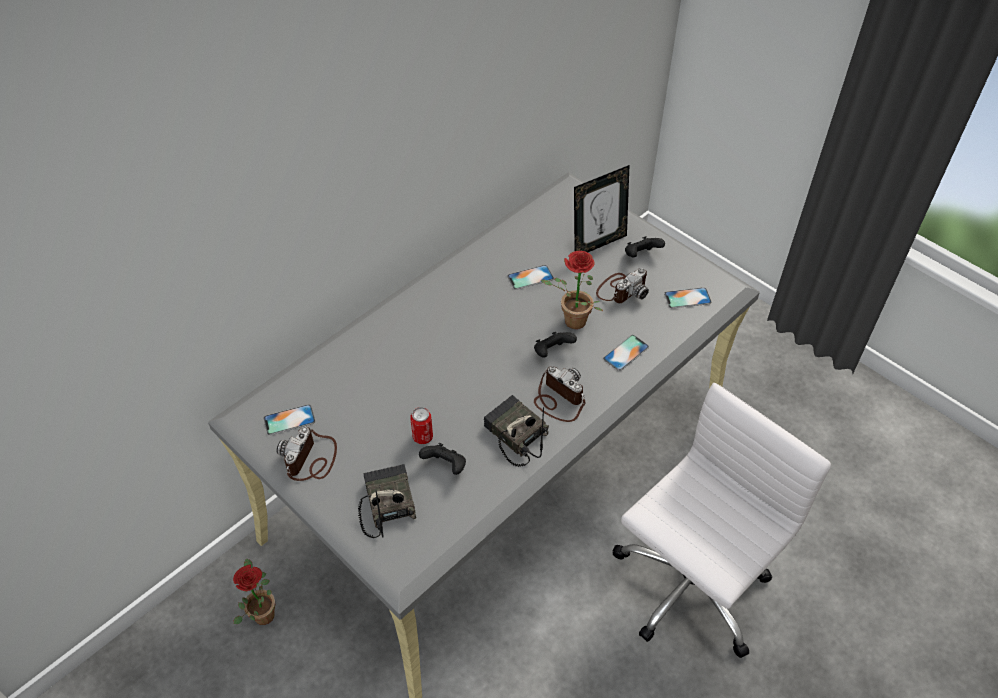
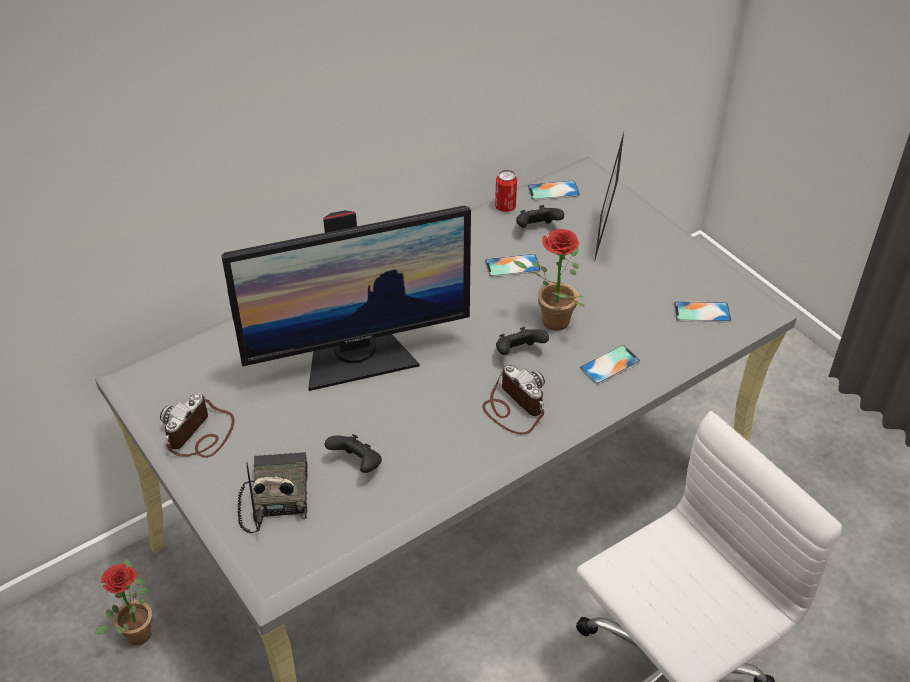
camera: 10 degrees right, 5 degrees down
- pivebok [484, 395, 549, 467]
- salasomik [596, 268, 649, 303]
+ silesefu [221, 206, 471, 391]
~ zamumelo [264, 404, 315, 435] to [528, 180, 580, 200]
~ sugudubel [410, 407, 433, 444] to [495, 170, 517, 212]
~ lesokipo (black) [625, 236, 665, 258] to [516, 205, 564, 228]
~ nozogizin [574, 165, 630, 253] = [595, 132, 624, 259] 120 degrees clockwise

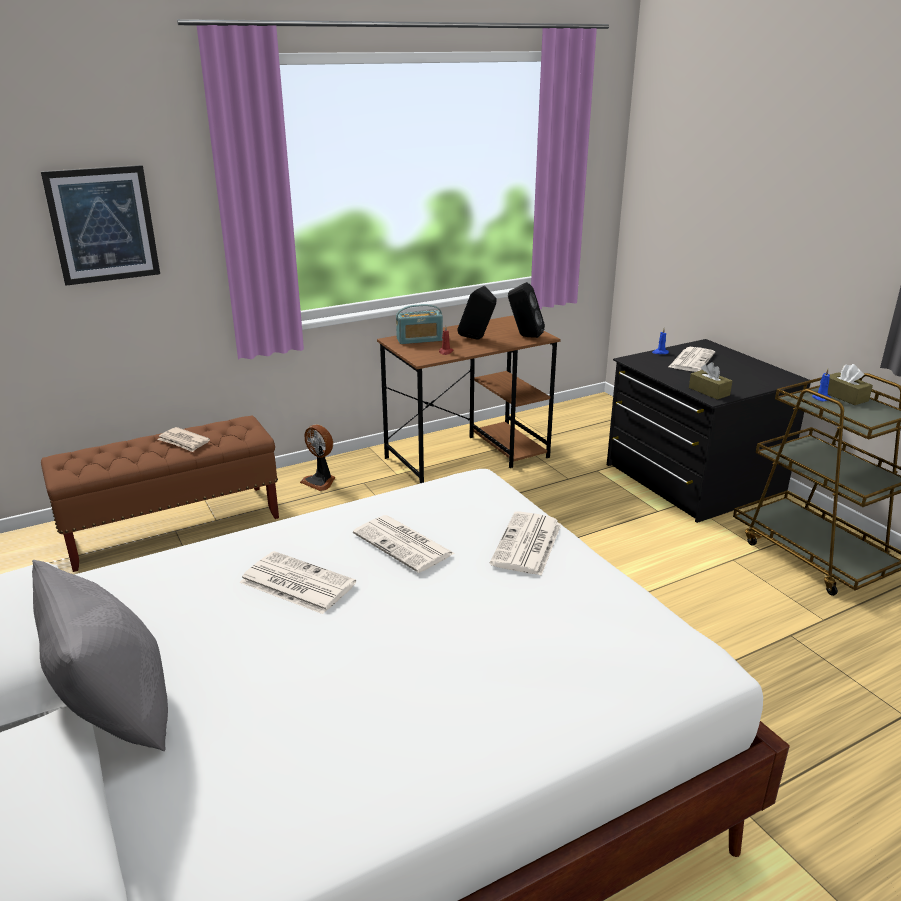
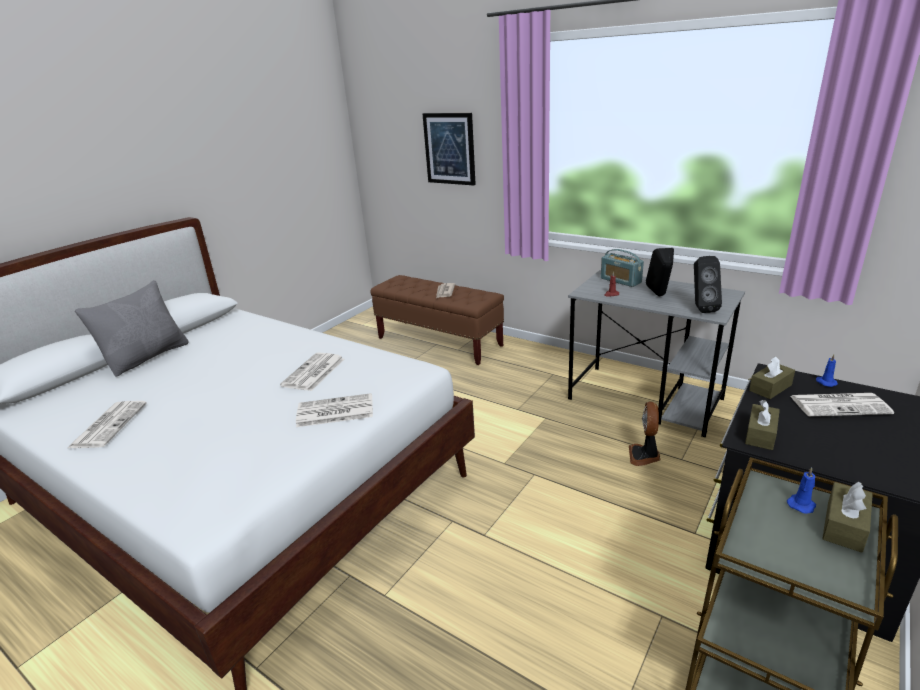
camera: 65 degrees right, 0 degrees up
+ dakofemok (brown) [749, 356, 795, 399]
~ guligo [239, 551, 356, 614] to [68, 401, 146, 448]
~ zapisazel [300, 425, 336, 491] to [629, 401, 660, 466]
~ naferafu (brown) [377, 316, 561, 484] to naferafu (grey) [568, 270, 745, 438]

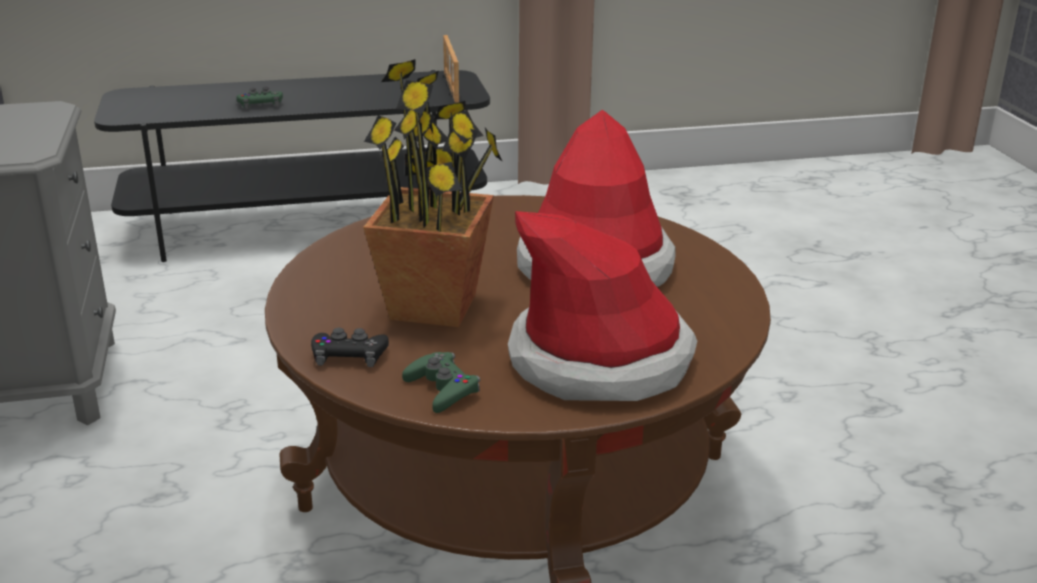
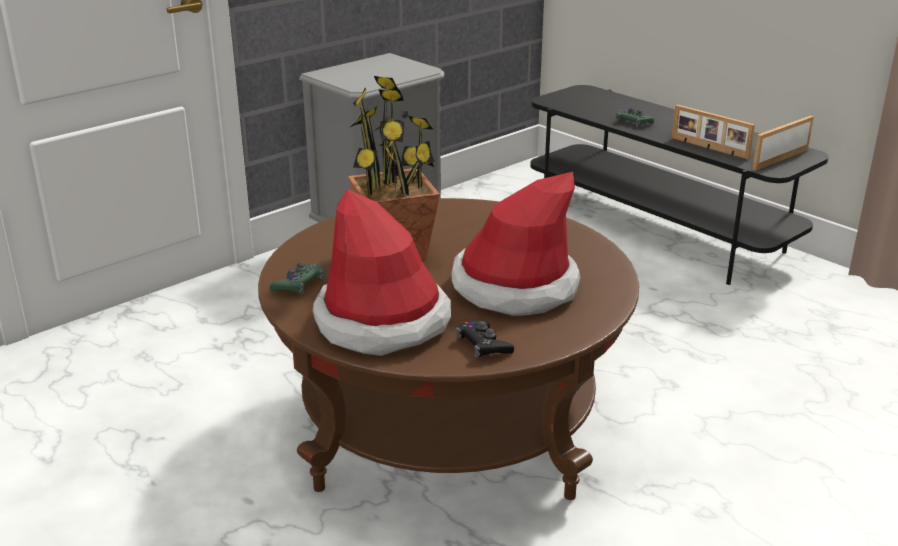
camera: 60 degrees right, 0 degrees up
+ nozogizin [672, 105, 755, 159]
~ lesokipo (black) [311, 328, 389, 367] to [456, 320, 514, 358]

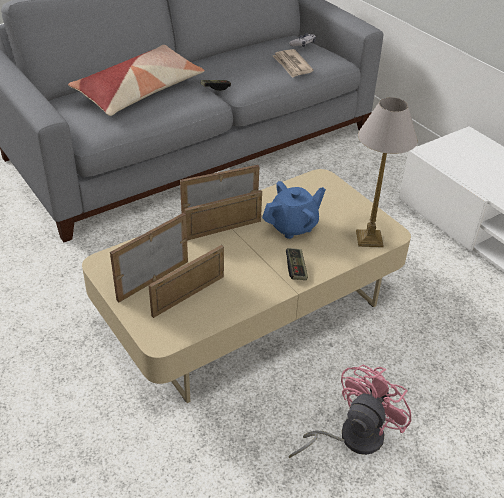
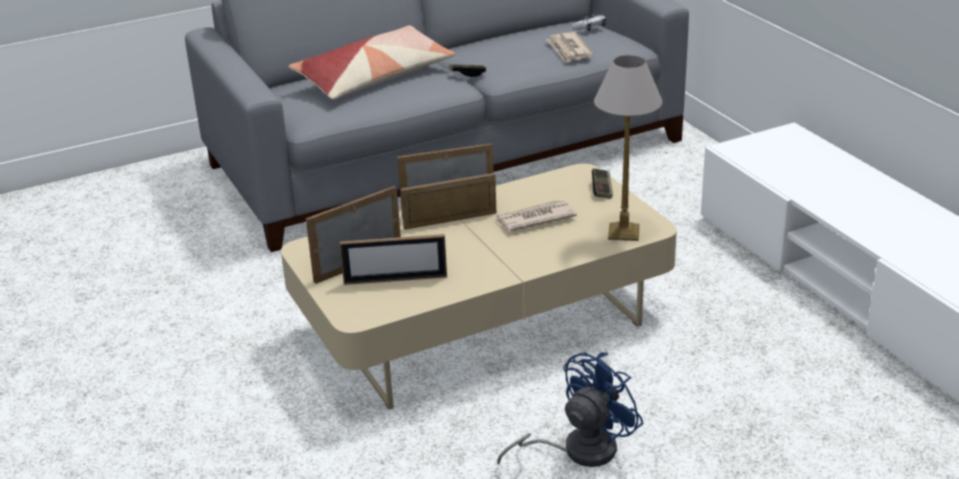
camera: 10 degrees right, 10 degrees down
~ lesokipo [286, 248, 308, 280] to [592, 168, 613, 199]
~ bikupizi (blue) [262, 181, 326, 239] to guligo [495, 200, 577, 231]
~ zapisazel (pink) [289, 365, 412, 458] to zapisazel (blue) [497, 352, 644, 467]
~ nozogizin [148, 245, 224, 318] = [340, 234, 447, 285] 150 degrees counterclockwise

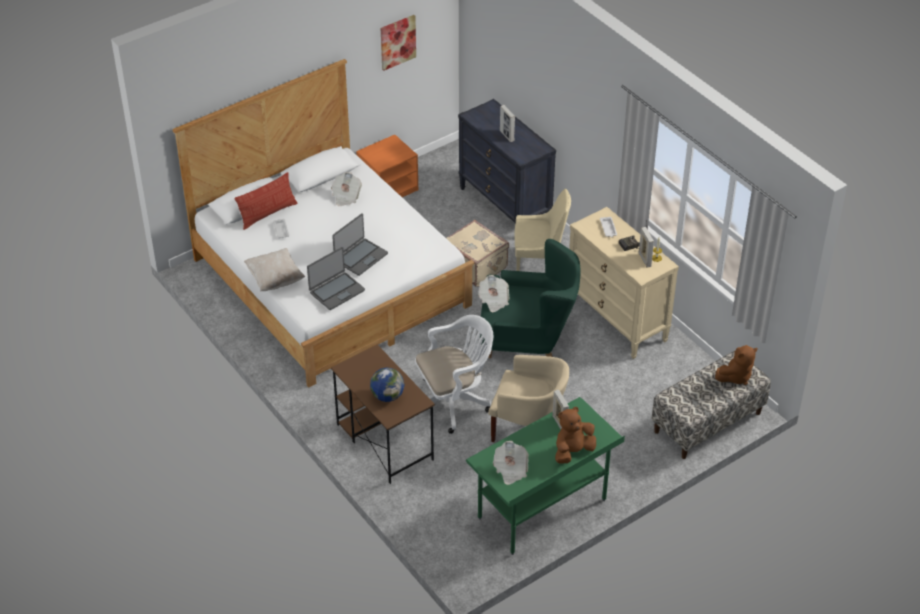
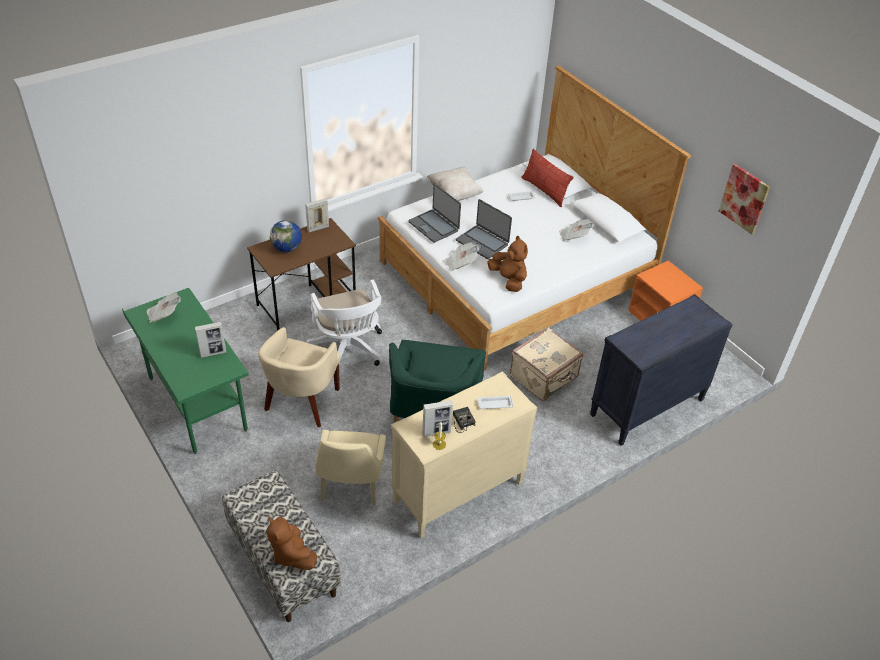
camera: 90 degrees right, 0 degrees up
~ guligo [478, 275, 509, 312] to [444, 243, 479, 271]
~ nozogizin [500, 105, 515, 142] to [305, 198, 329, 233]
~ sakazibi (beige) [515, 188, 571, 271] to [315, 430, 386, 506]
~ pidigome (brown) [555, 407, 596, 464] to [488, 236, 528, 292]

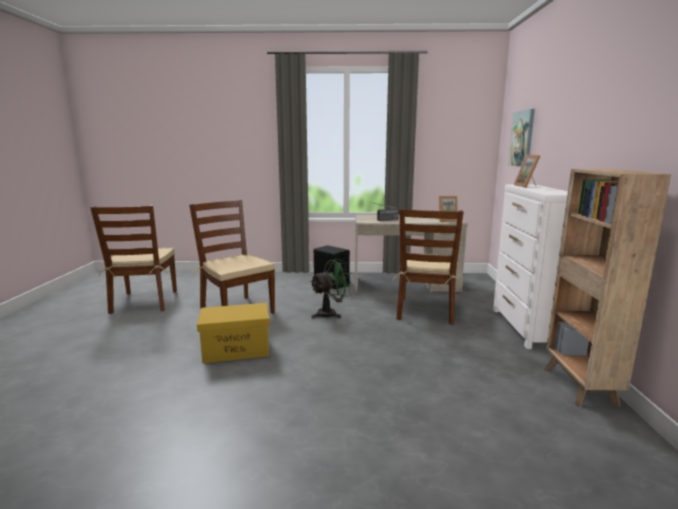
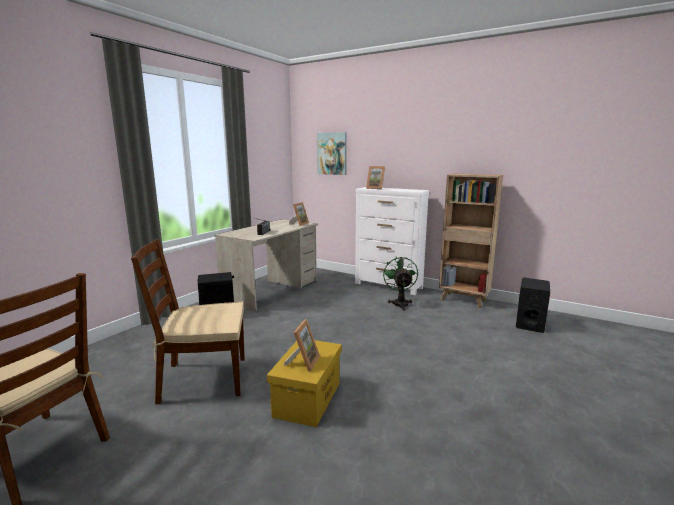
camera: 60 degrees left, 0 degrees up
- sakazibi (brown) [393, 208, 463, 325]
+ nozogizin [284, 319, 320, 372]
+ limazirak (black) [516, 278, 550, 333]
~ zapisazel (green) [310, 259, 353, 319] to [383, 257, 418, 311]

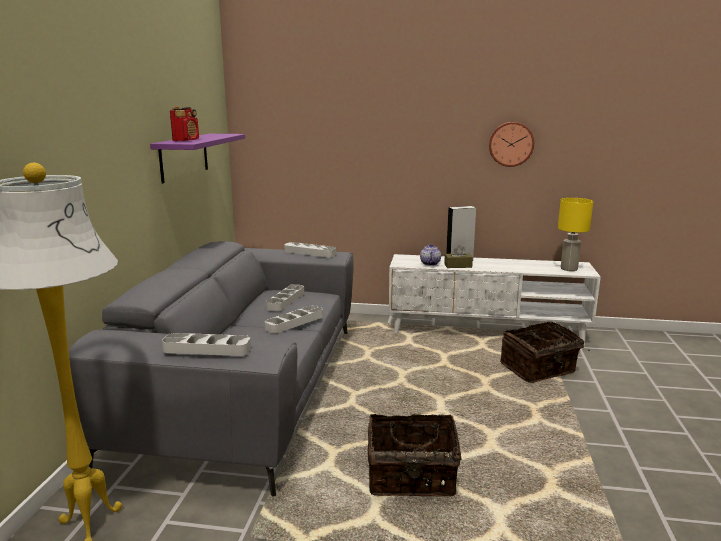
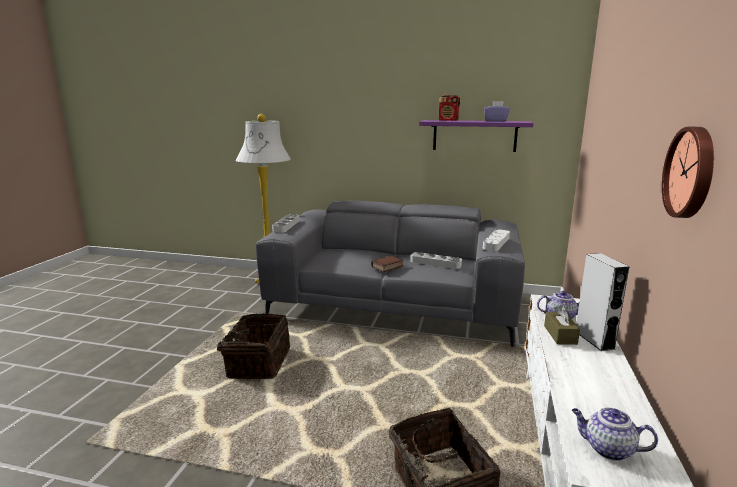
camera: 95 degrees right, 0 degrees up
+ dakofemok (purple) [484, 101, 510, 122]
~ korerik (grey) [265, 305, 323, 334] to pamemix [371, 255, 404, 272]
~ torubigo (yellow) [558, 198, 593, 271] to bikupizi [572, 408, 658, 461]

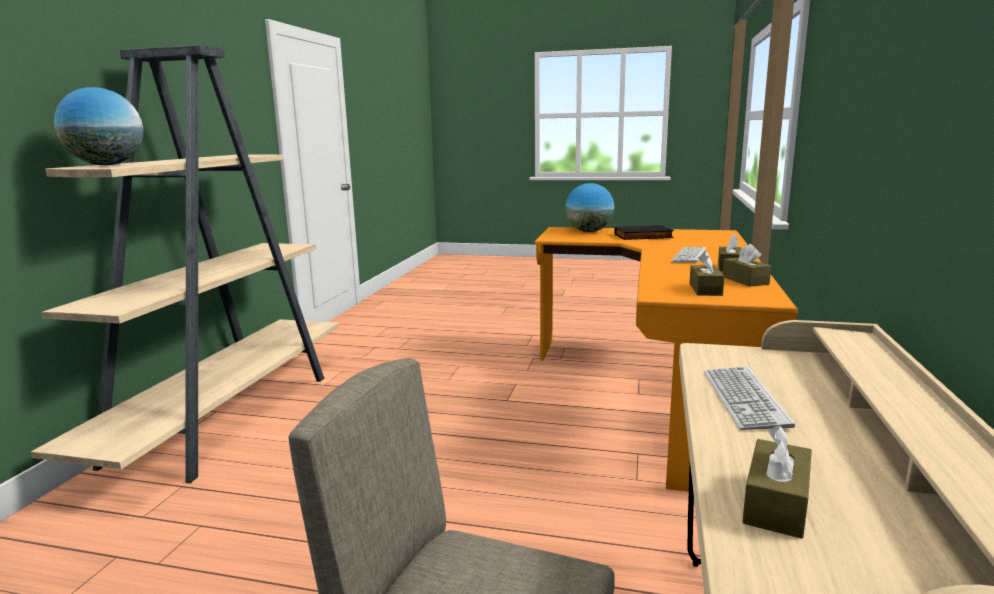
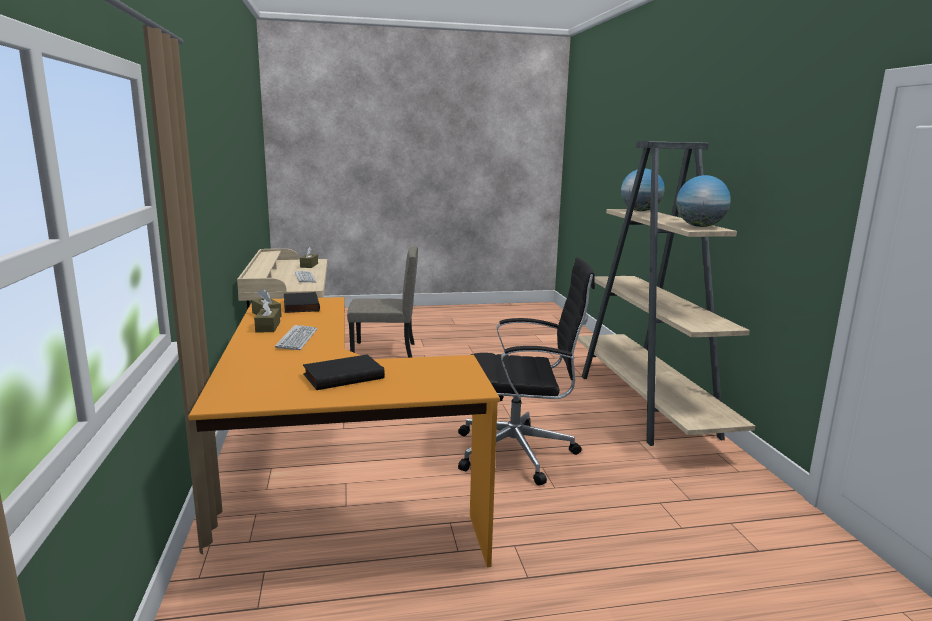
camera: 155 degrees right, 0 degrees up
+ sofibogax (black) [458, 257, 595, 485]
~ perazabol [565, 183, 614, 232] to [676, 175, 731, 227]
~ dakofemok (brown) [689, 251, 724, 296] to pamemix (black) [284, 292, 320, 313]

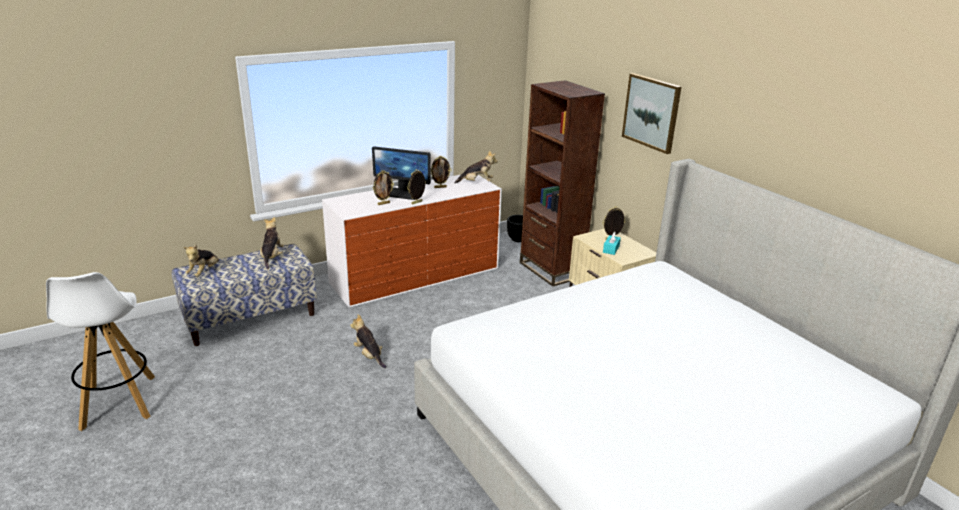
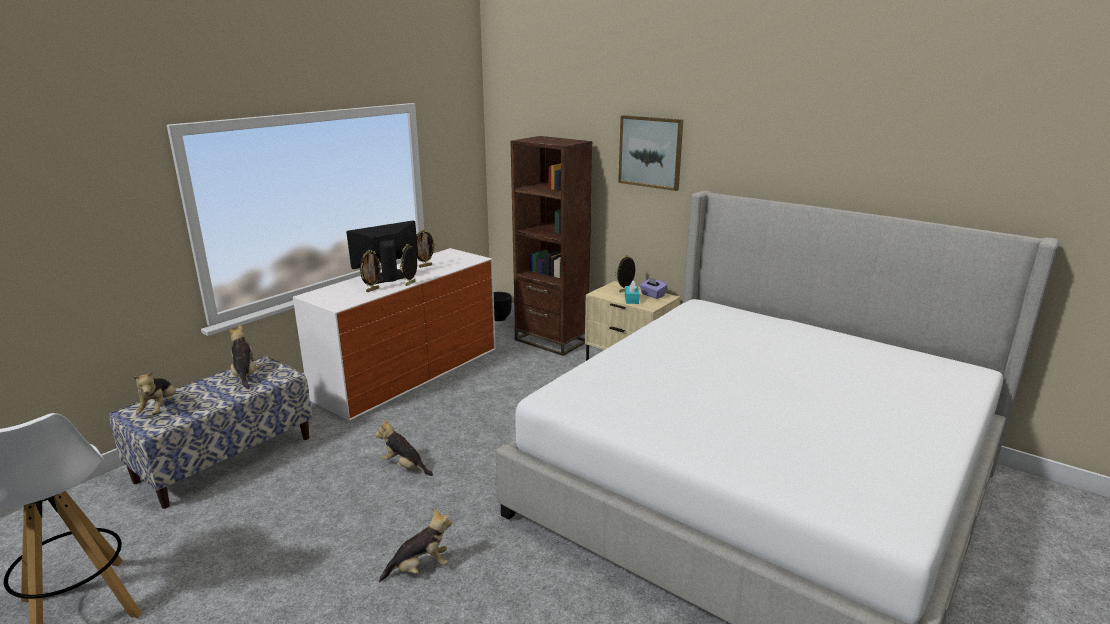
camera: 20 degrees left, 5 degrees down
+ dakofemok (purple) [640, 277, 667, 299]
~ pidigome [455, 150, 498, 183] to [379, 508, 452, 582]
~ silesefu [372, 146, 431, 200] = [346, 220, 418, 284] 150 degrees clockwise

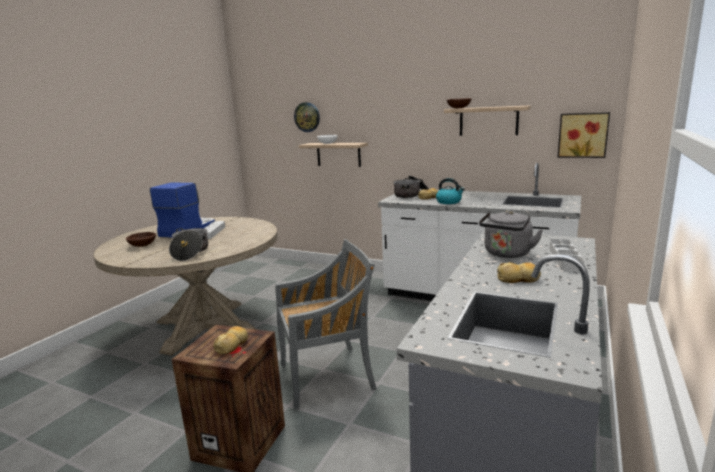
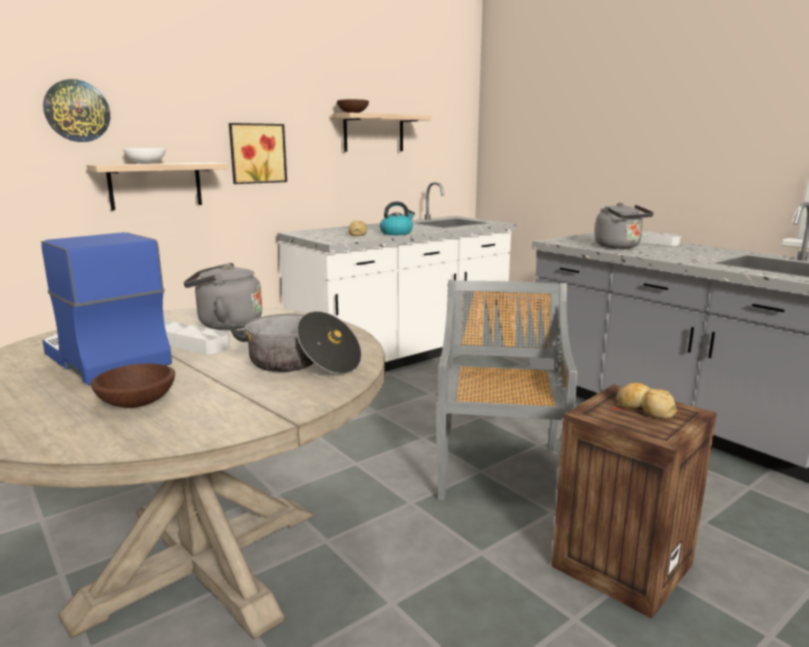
camera: 65 degrees left, 0 degrees up
- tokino [393, 176, 429, 198]
- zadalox [497, 262, 541, 283]
+ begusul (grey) [184, 263, 262, 330]
~ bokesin [557, 112, 610, 158] to [229, 123, 287, 184]

